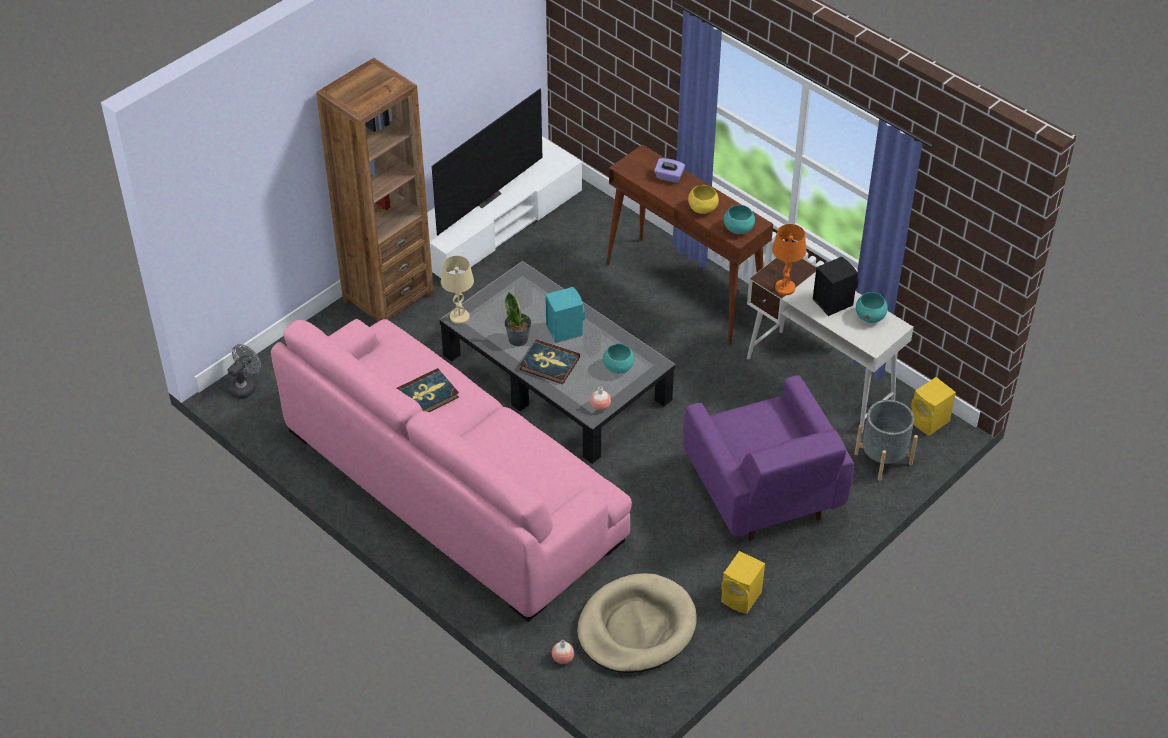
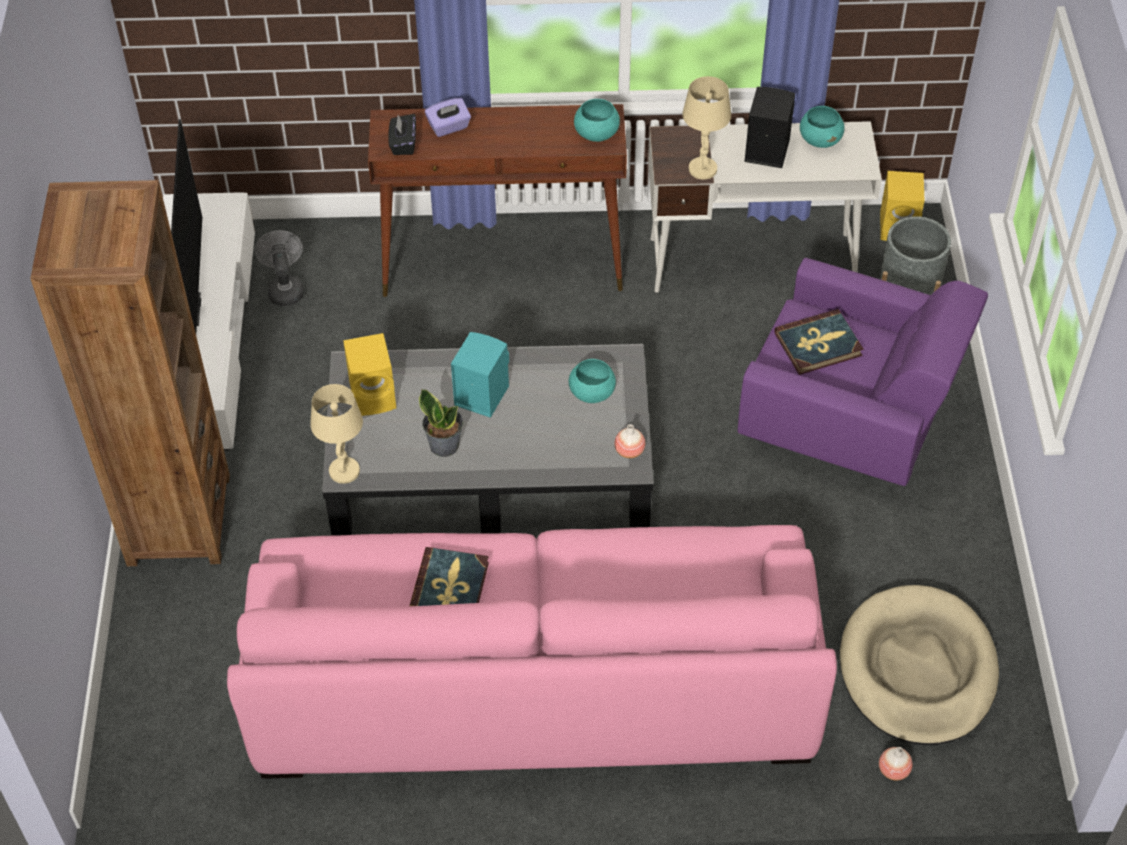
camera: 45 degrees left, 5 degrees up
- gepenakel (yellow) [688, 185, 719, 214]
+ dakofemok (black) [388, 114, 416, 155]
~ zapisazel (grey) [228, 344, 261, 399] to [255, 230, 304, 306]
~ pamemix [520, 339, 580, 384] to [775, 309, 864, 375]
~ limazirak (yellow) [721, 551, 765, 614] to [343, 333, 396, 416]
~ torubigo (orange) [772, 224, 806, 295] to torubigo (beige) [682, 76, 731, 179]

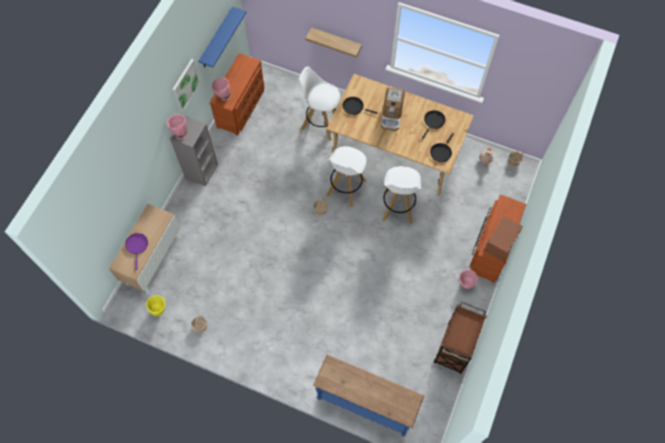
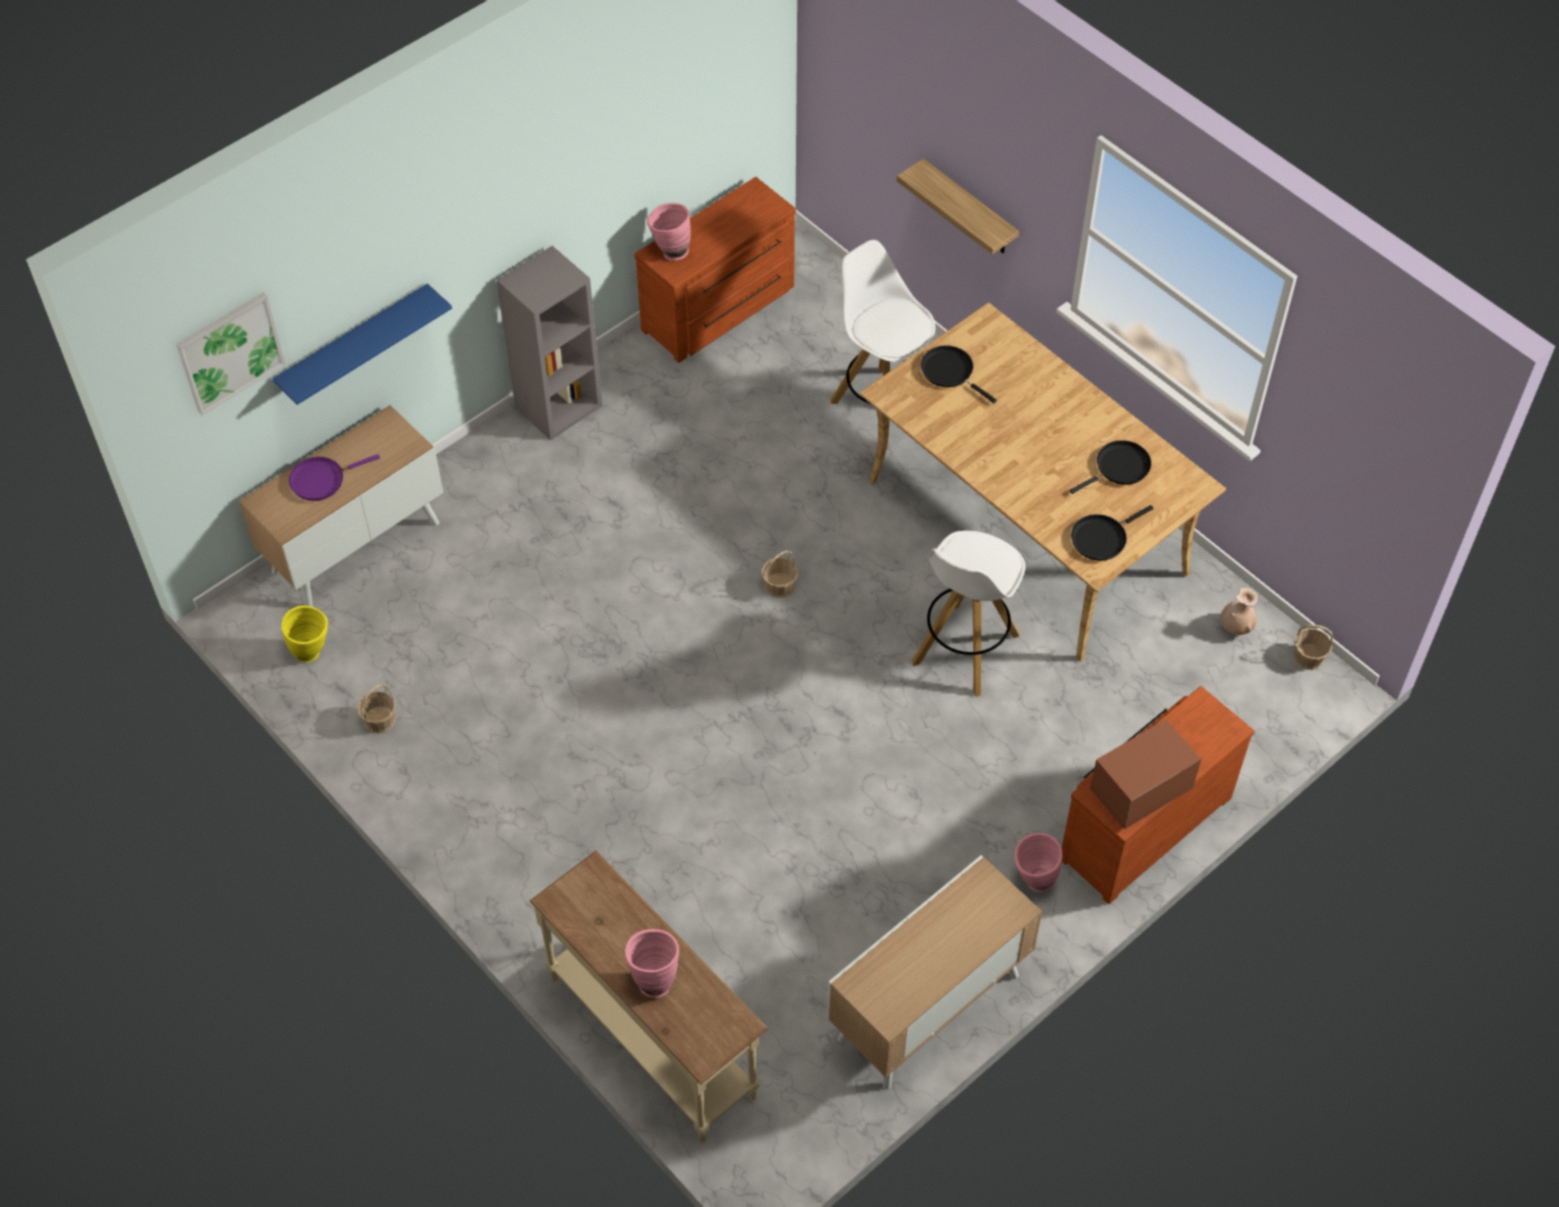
camera: 25 degrees right, 10 degrees down
- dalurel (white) [326, 146, 367, 207]
- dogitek [381, 87, 405, 131]
~ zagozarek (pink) [167, 114, 187, 139] to [624, 929, 679, 998]
~ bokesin [172, 59, 201, 113] to [176, 293, 286, 416]
~ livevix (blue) [198, 6, 247, 67] to [273, 284, 452, 405]
~ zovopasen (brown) [434, 302, 487, 374] to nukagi [827, 855, 1042, 1089]
~ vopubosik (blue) [313, 355, 425, 436] to vopubosik (beige) [530, 851, 768, 1142]
~ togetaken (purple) [125, 233, 148, 270] = [289, 454, 380, 501] 135 degrees counterclockwise

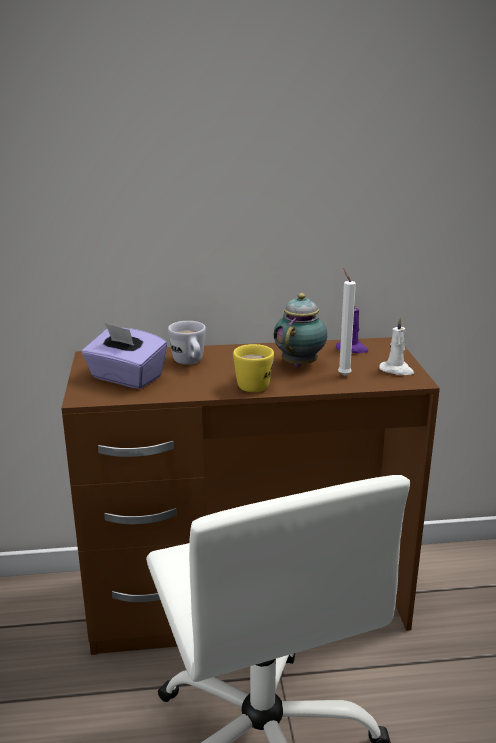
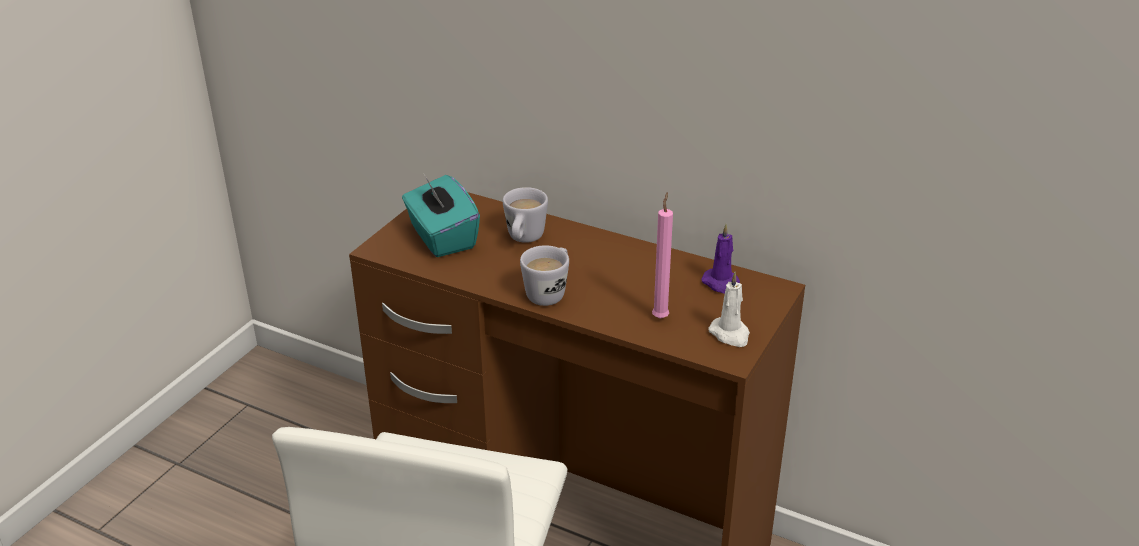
camera: 35 degrees right, 10 degrees up
- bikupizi [274, 293, 327, 367]
~ dakofemok (purple) [82, 323, 167, 389] to dakofemok (turquoise) [402, 174, 480, 257]
~ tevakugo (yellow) [233, 344, 274, 392] to tevakugo (white) [520, 245, 569, 306]
~ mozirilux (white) [338, 269, 356, 376] to mozirilux (pink) [652, 192, 673, 319]

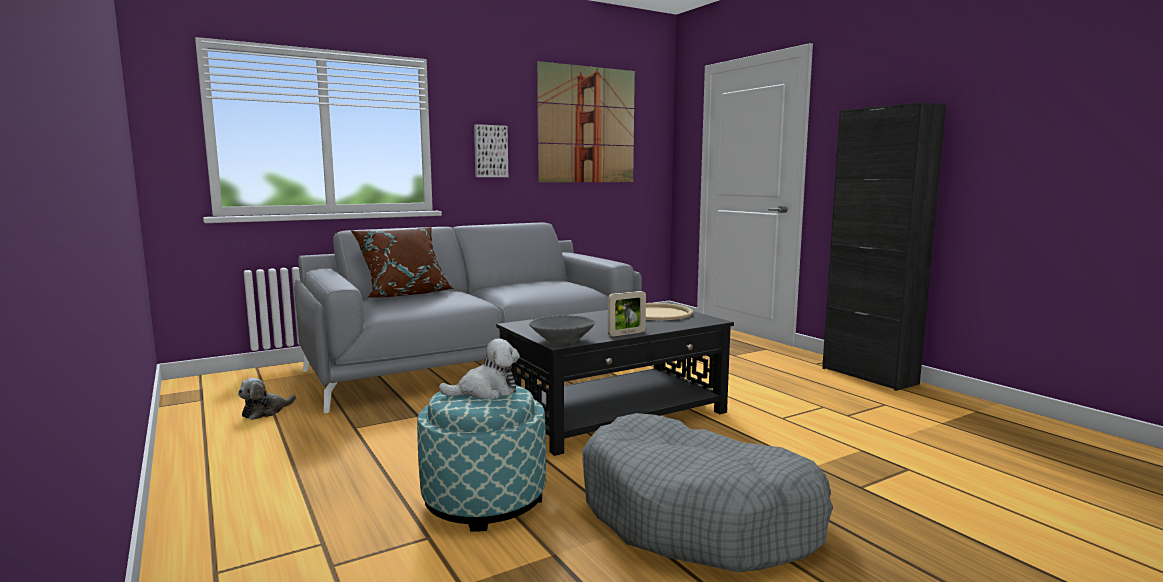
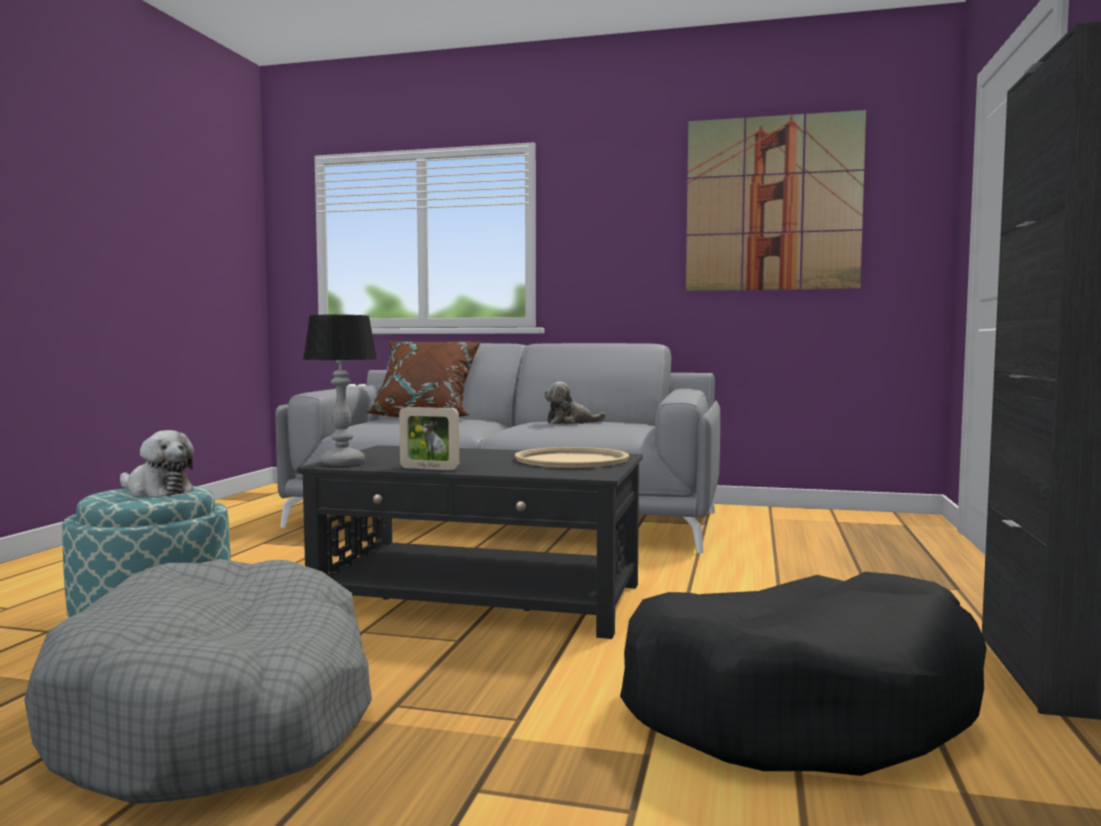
camera: 45 degrees right, 5 degrees down
- bokesin [474, 124, 508, 177]
+ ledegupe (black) [620, 572, 987, 776]
~ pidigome [238, 378, 296, 420] to [544, 382, 606, 424]
~ gepenakel (grey) [529, 315, 596, 344] to torubigo [303, 315, 377, 466]

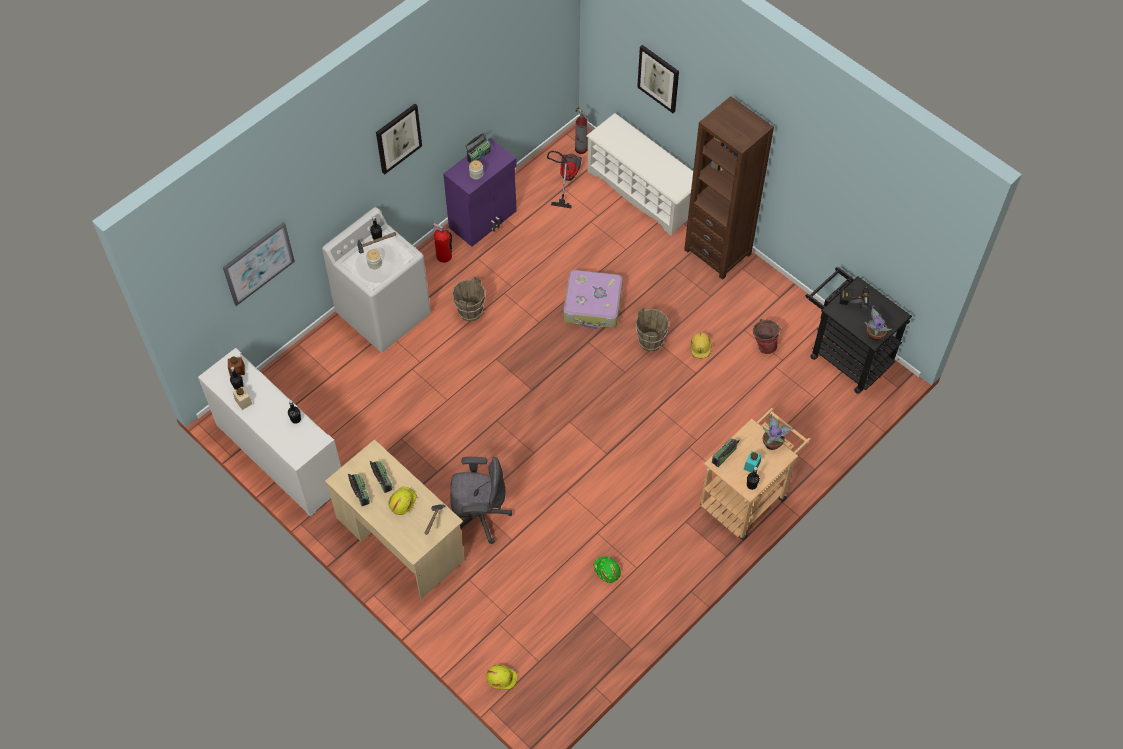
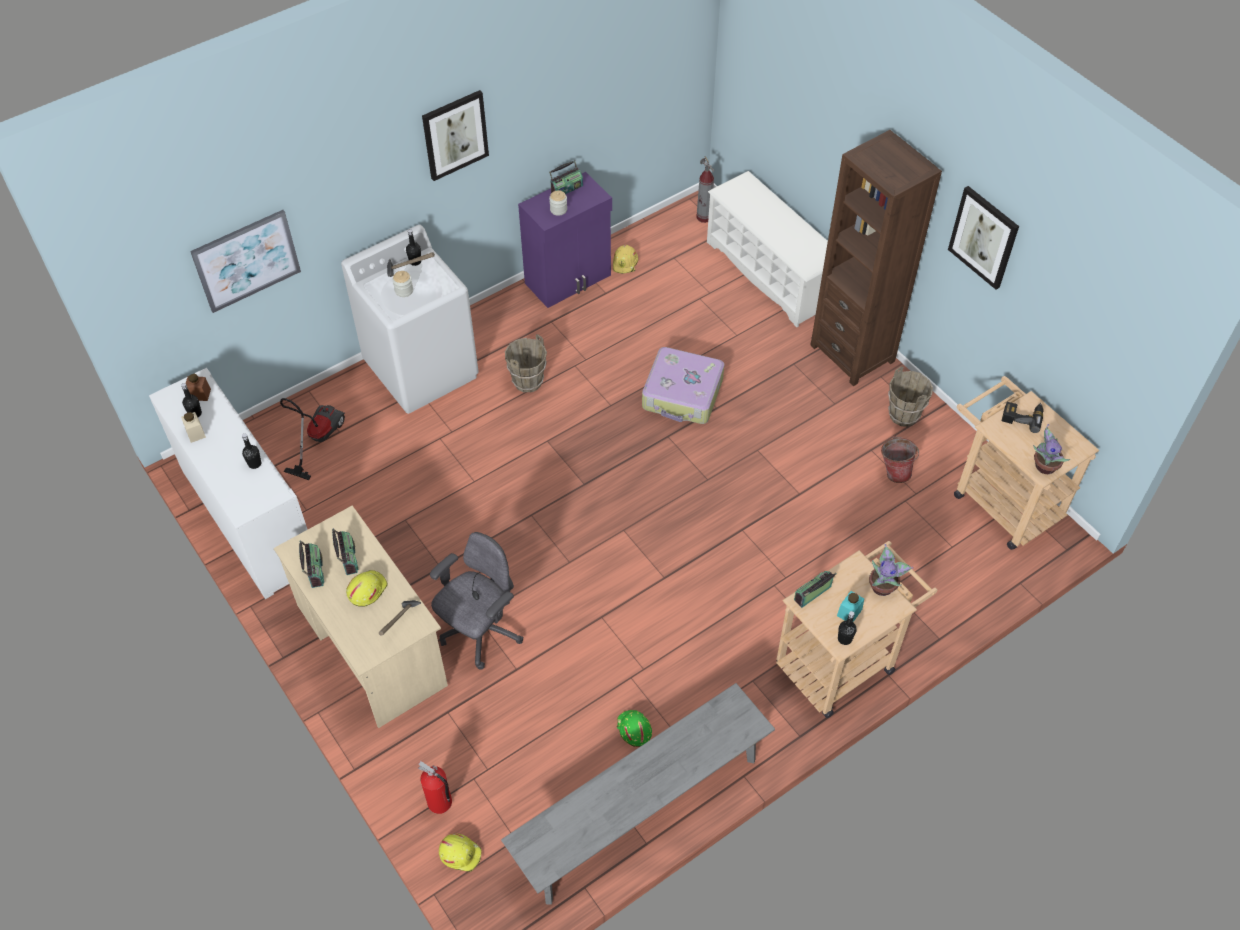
camera: 10 degrees right, 5 degrees down
+ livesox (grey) [501, 683, 775, 905]
~ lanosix [432, 223, 452, 263] to [418, 761, 452, 814]
~ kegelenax [547, 151, 582, 208] to [280, 398, 345, 480]
~ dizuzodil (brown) [636, 307, 669, 351] to [888, 366, 933, 427]
~ bokesin [637, 45, 679, 113] to [948, 186, 1019, 290]
~ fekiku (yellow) [690, 332, 712, 359] to [613, 245, 638, 274]
~ zovopasen (black) [806, 267, 912, 394] to zovopasen (beige) [954, 376, 1099, 550]
~ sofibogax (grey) [450, 457, 512, 544] = [430, 532, 524, 669] 60 degrees counterclockwise

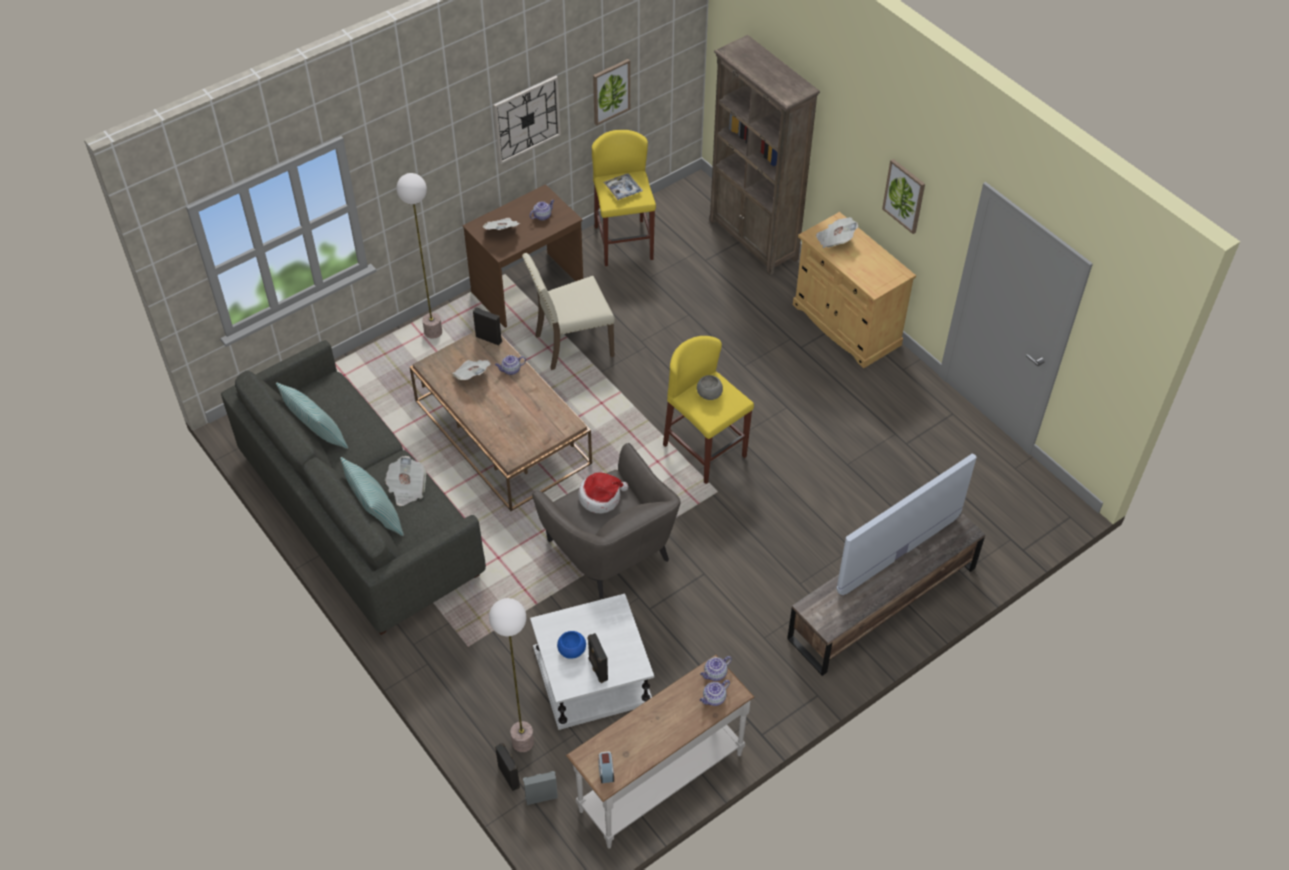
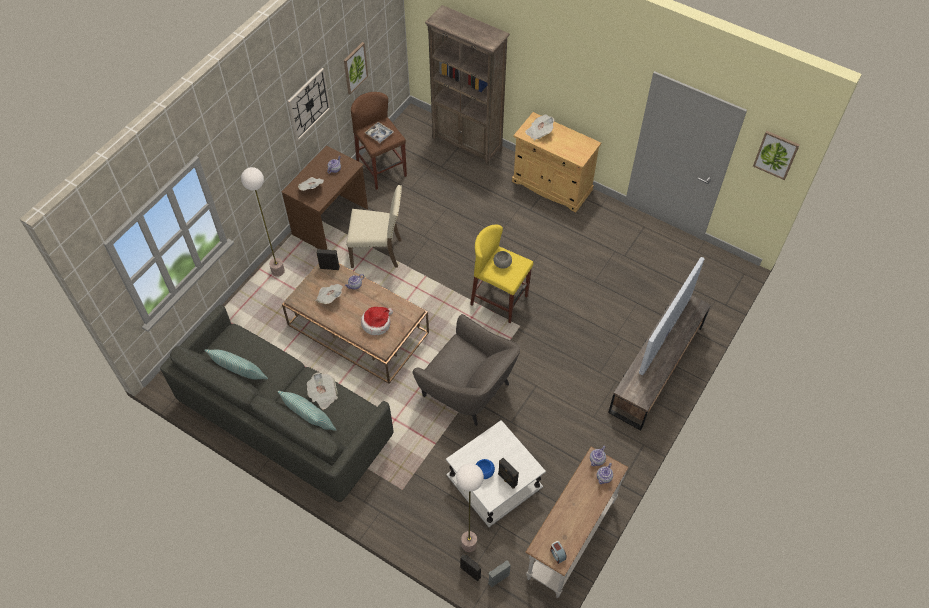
camera: 20 degrees left, 5 degrees up
~ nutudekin [578, 472, 629, 513] to [361, 307, 393, 335]
~ bokesin [882, 159, 925, 234] to [753, 131, 800, 180]
~ dalurel (yellow) [592, 130, 656, 266] to dalurel (brown) [351, 92, 407, 190]
~ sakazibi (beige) [522, 253, 615, 370] = [346, 185, 402, 268] 135 degrees counterclockwise

